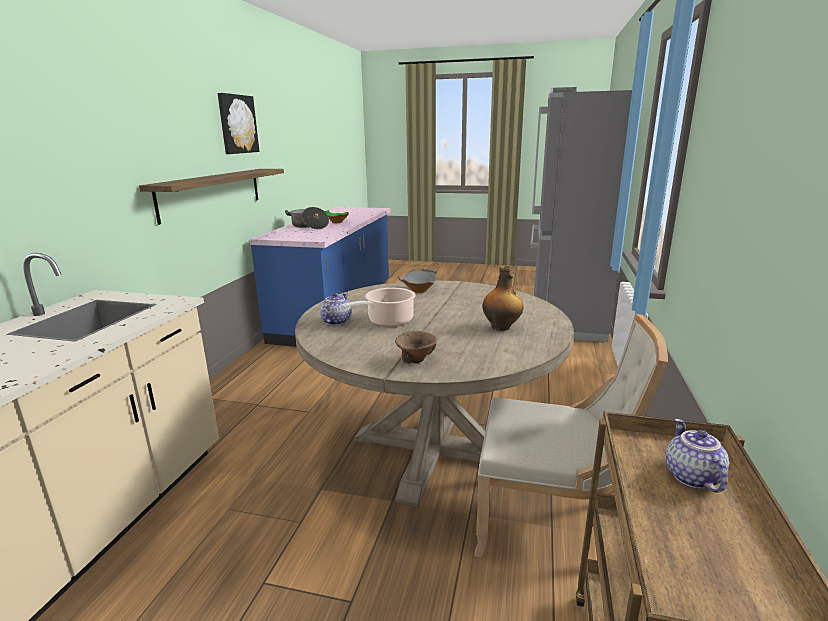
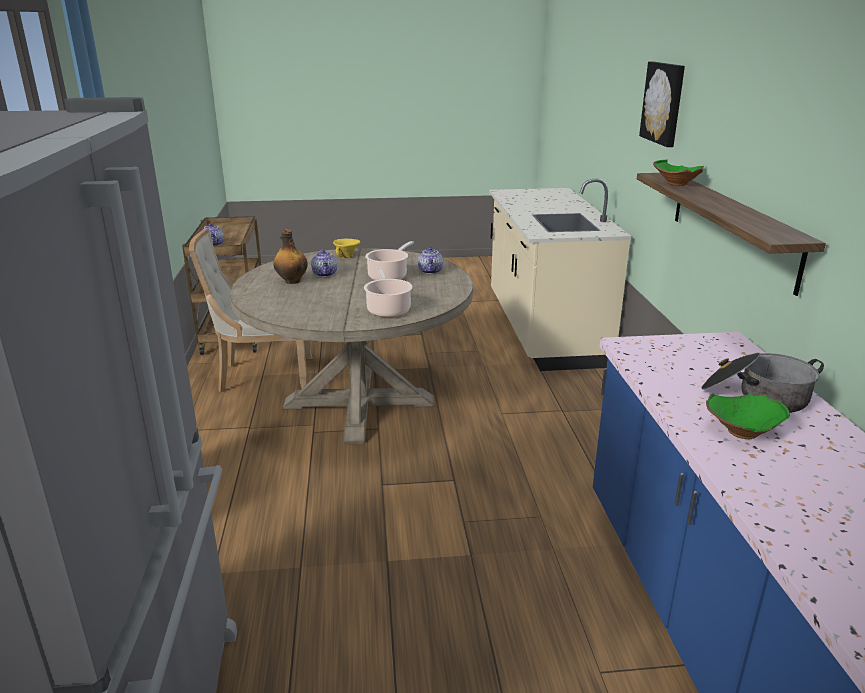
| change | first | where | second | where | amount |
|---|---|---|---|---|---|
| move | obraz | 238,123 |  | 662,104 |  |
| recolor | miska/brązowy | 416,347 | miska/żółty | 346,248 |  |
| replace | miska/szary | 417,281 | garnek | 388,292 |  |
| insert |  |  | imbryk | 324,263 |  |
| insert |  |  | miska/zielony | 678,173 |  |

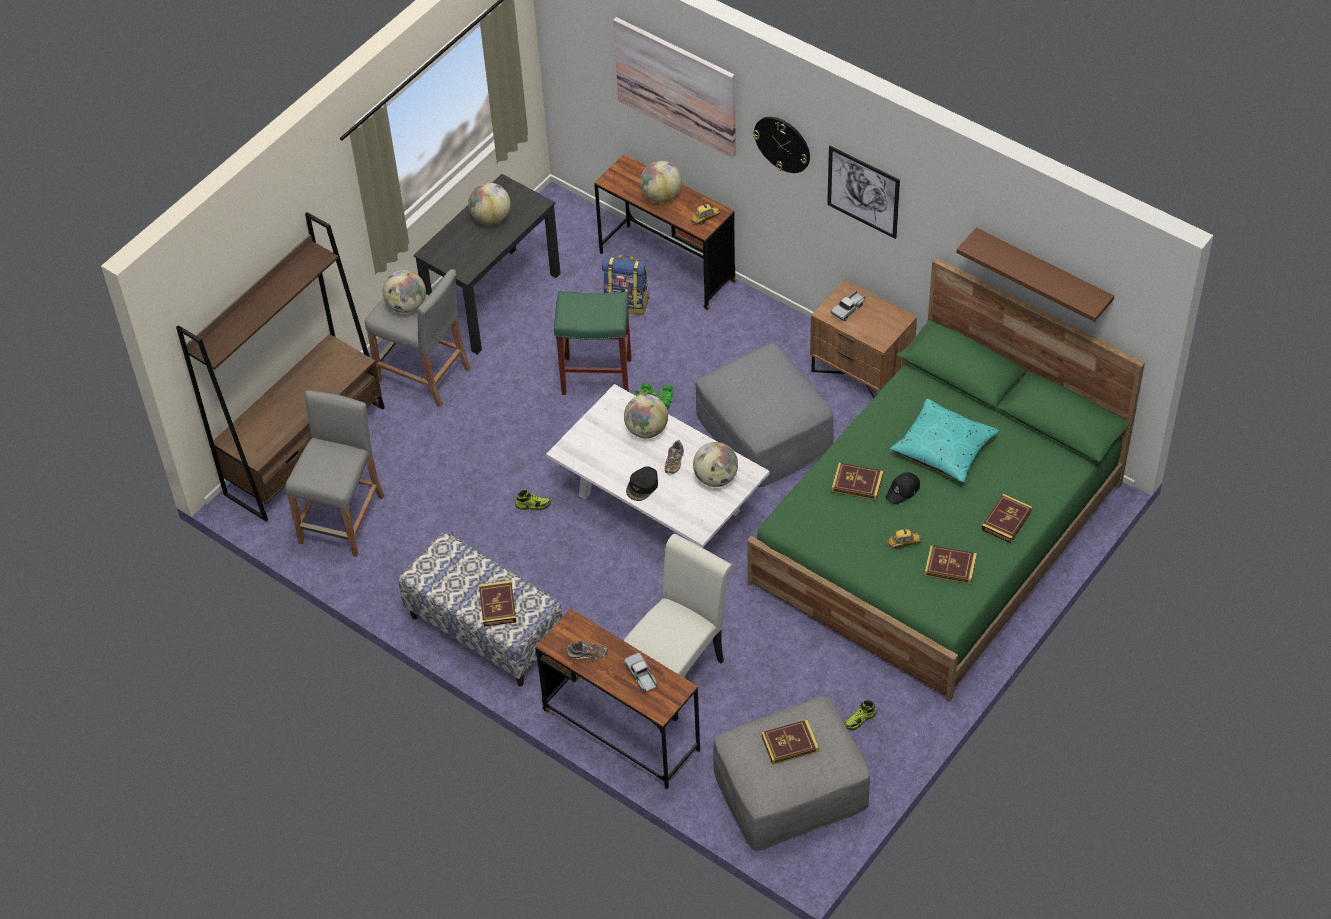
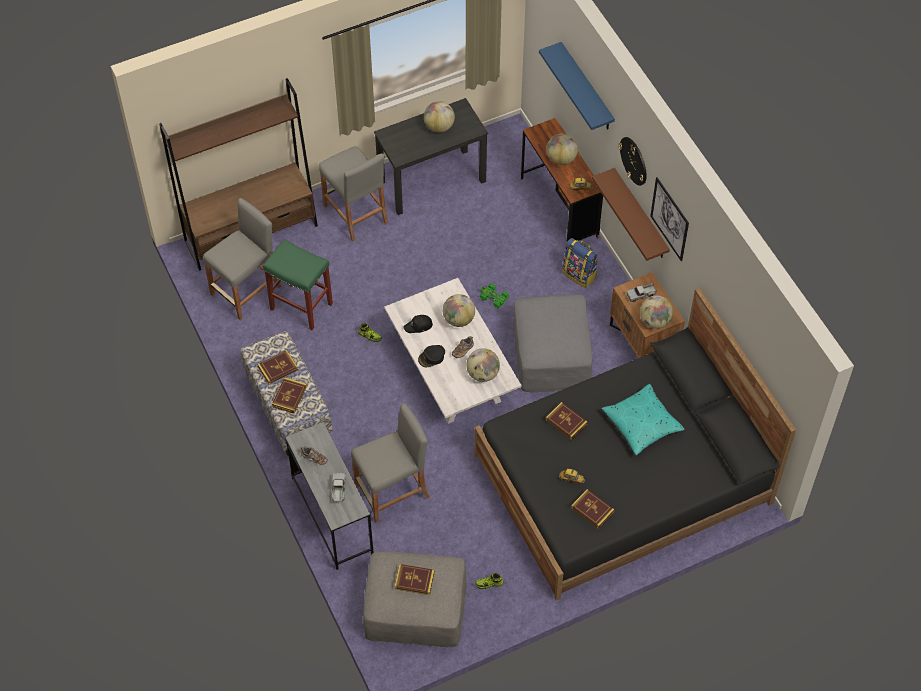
| change | first | where | second | where | amount |
|---|---|---|---|---|---|
| move | globus | 404,291 |  | 656,312 |  |
| recolor | biurko/brązowy | 617,698 | biurko/szary | 329,496 |  |
| move | stołek/zielony | 593,343 |  | 298,284 |  |
| move | plecak | 625,284 |  | 580,263 |  |
| replace | obraz | 674,87 | półka/niebieski | 577,86 |  |
| replace | krzesło/biały | 677,627 | stołek/szary | 390,463 |  |
| recolor | łóżko/zielony | 946,479 | łóżko/czarny | 635,443 |  |
| move | czapka z daszkiem/czarny | 903,488 |  | 418,324 |  |
| move | półka/brązowy | 1035,275 |  | 631,214 |  |
| move | książka | 1007,518 |  | 278,367 |  |

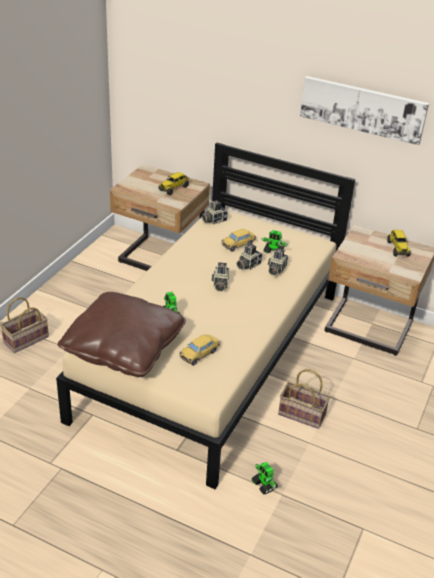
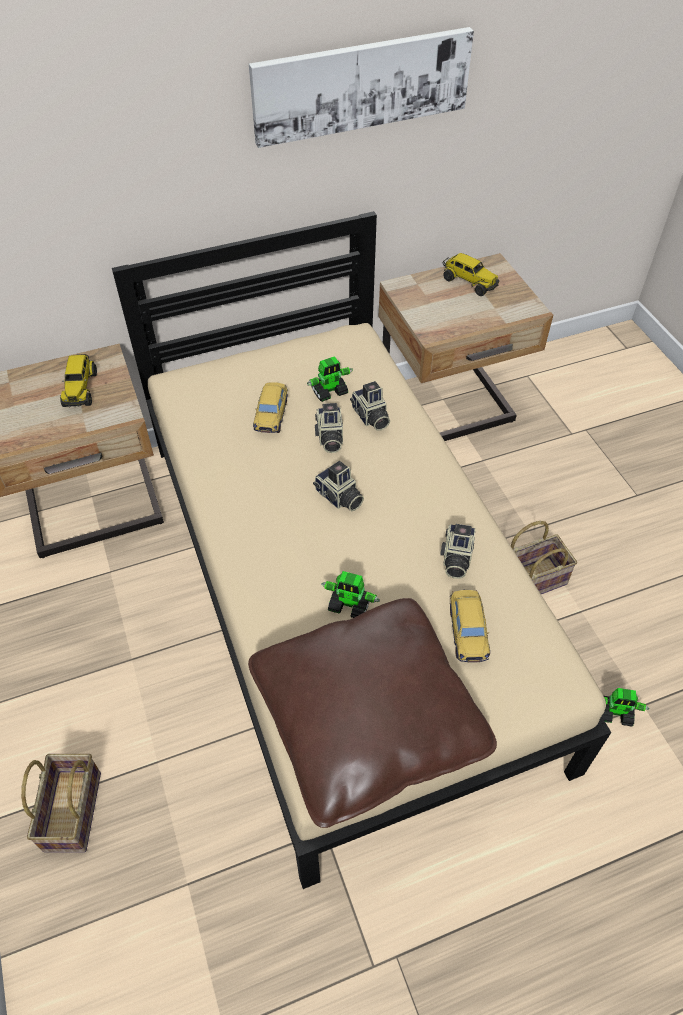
| change | first | where | second | where | amount |
|---|---|---|---|---|---|
| move | aparat fotograficzny | 215,212 |  | 458,551 |  |

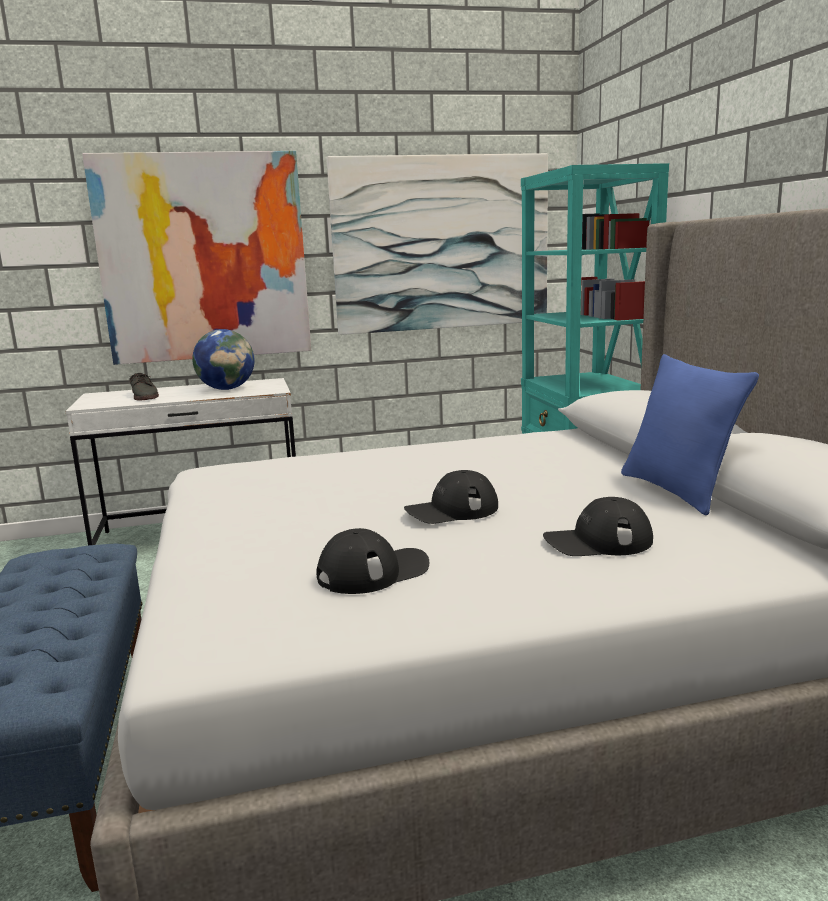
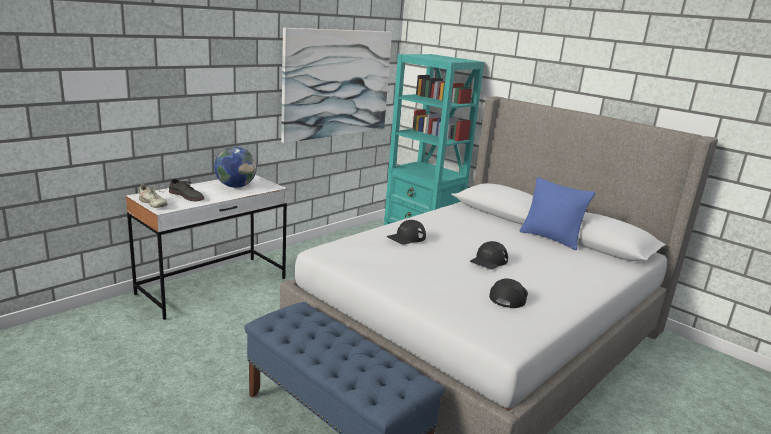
| change | first | where | second | where | amount |
|---|---|---|---|---|---|
| delete | obraz | 196,258 |  |  |  |
| move | czapka z daszkiem/czarny | 598,526 |  | 406,232 |  |
| insert |  |  | but/beżowy | 151,196 |  |

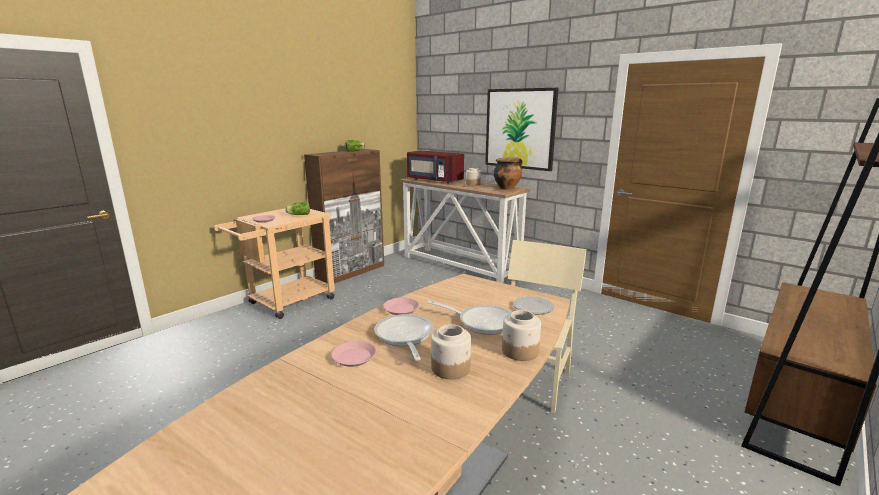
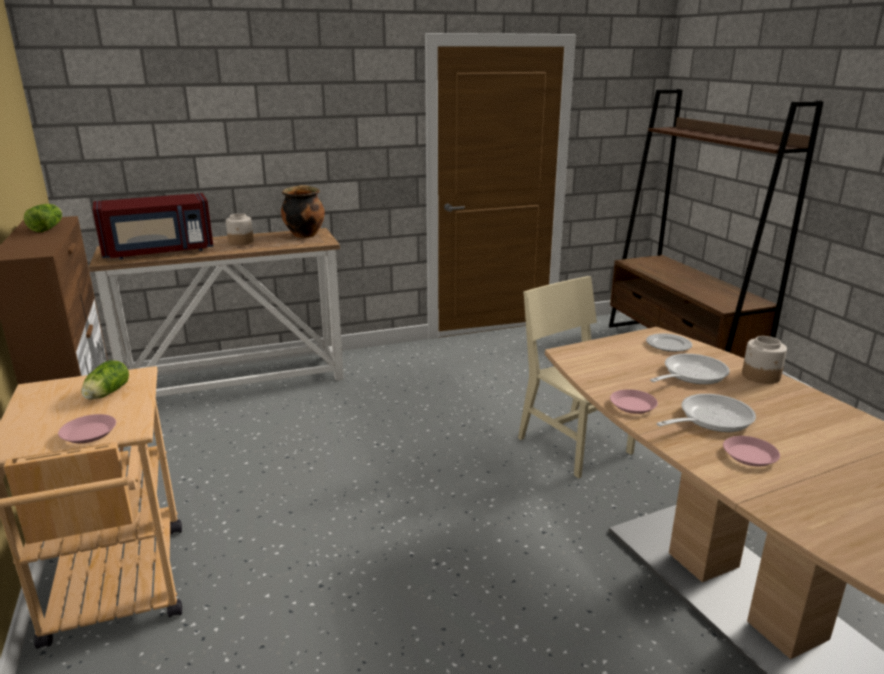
| change | first | where | second | where | amount |
|---|---|---|---|---|---|
| rotate | patelnia | 403,337 |  | 706,413 | 135 degrees clockwise |
| delete | słoik | 451,351 |  |  |  |
| delete | obraz | 522,129 |  |  |  |

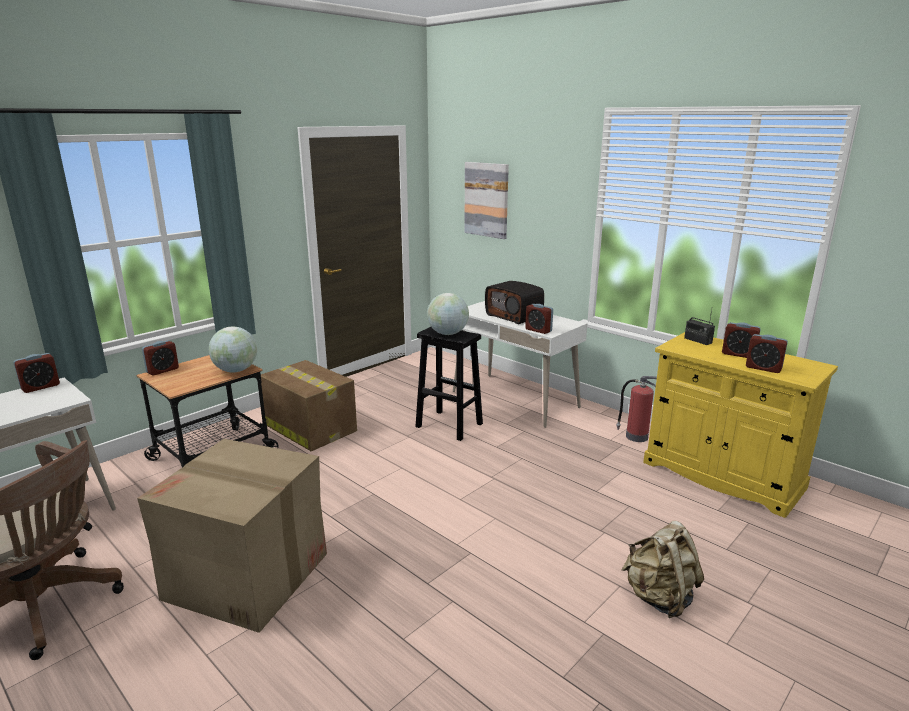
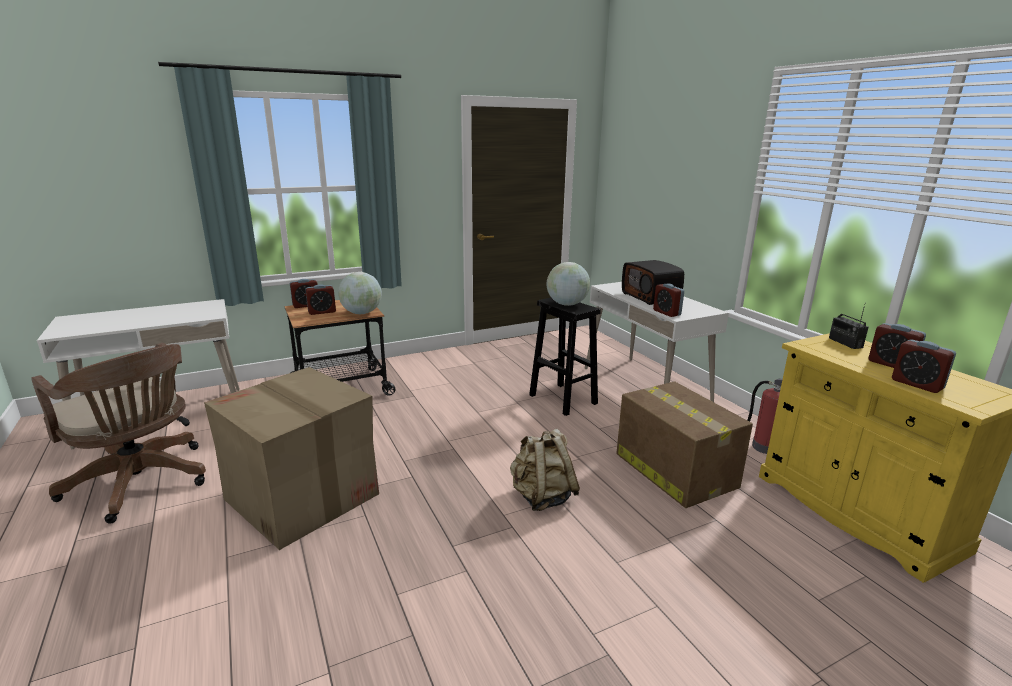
| change | first | where | second | where | amount |
|---|---|---|---|---|---|
| move | budzik | 36,373 |  | 320,299 |  |
| move | karton | 309,405 |  | 684,445 |  |
| delete | obraz | 486,200 |  |  |  |
| move | plecak/beżowy | 662,569 |  | 545,470 |  |

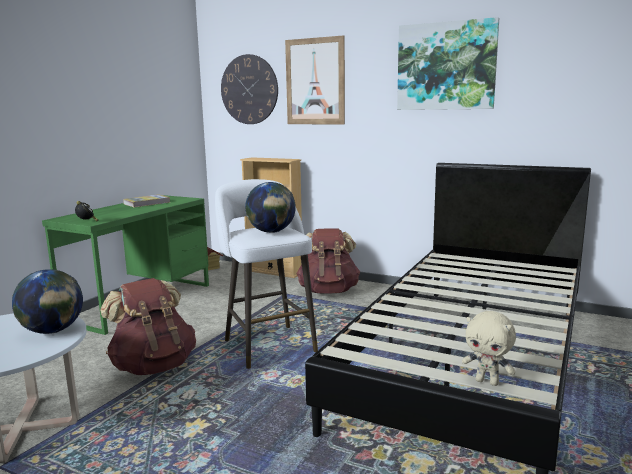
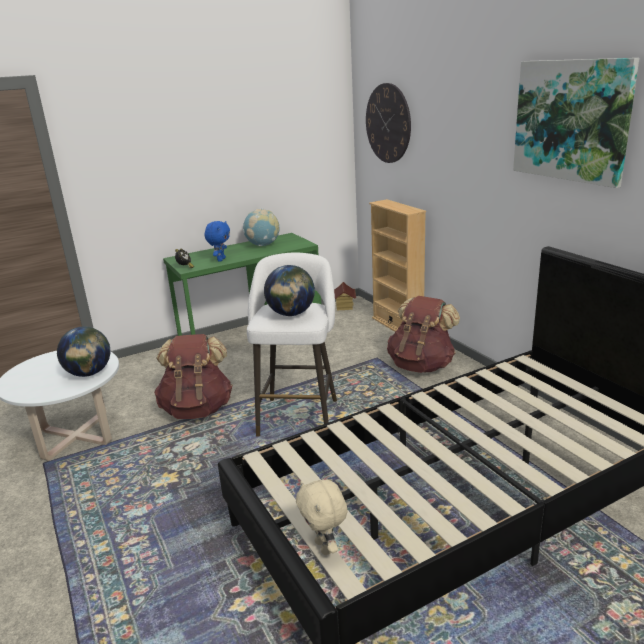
| change | first | where | second | where | amount |
|---|---|---|---|---|---|
| replace | książka | 146,200 | globus | 261,227 |  |
| delete | obraz | 315,79 |  |  |  |
| insert |  |  | pluszak/niebieski | 217,241 |  |

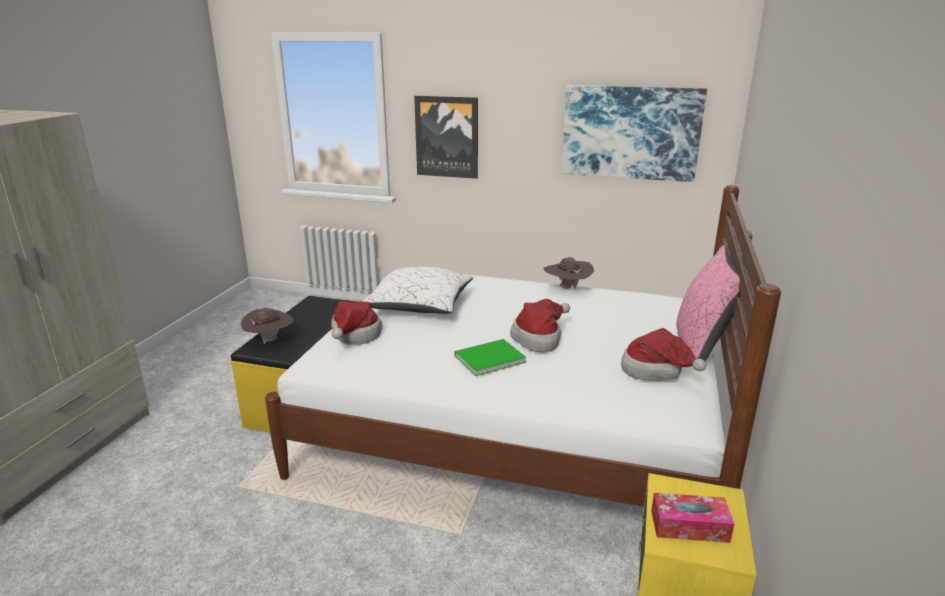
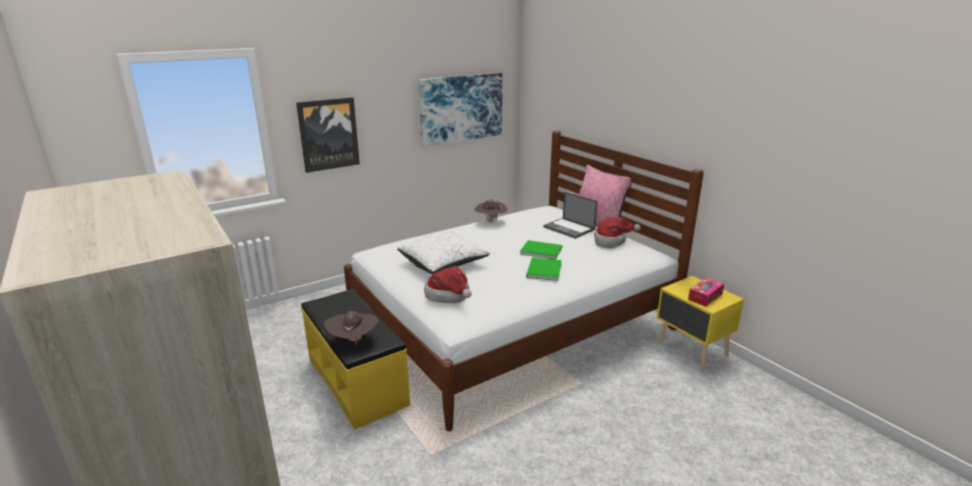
| change | first | where | second | where | amount |
|---|---|---|---|---|---|
| replace | kapelusz | 540,325 | książka/zielony | 541,250 |  |
| insert |  |  | laptop | 570,215 |  |

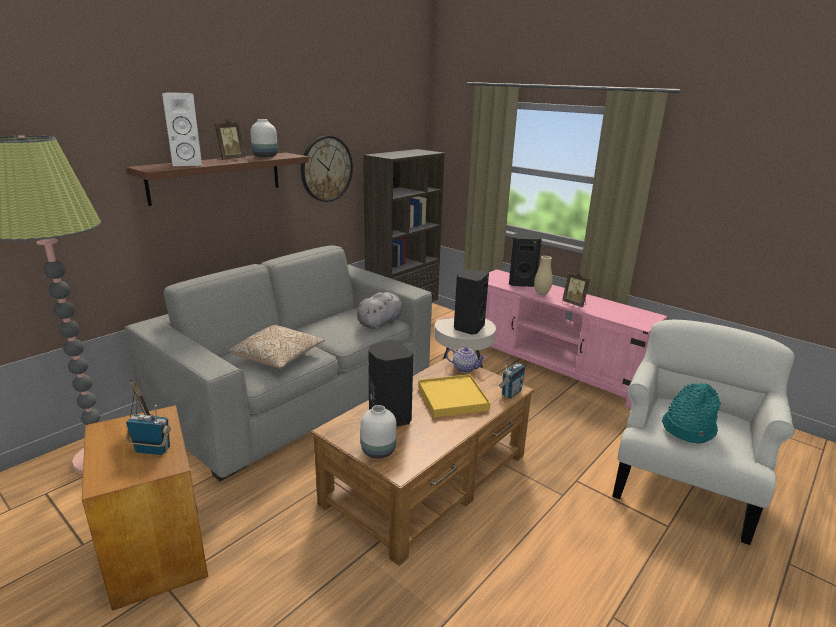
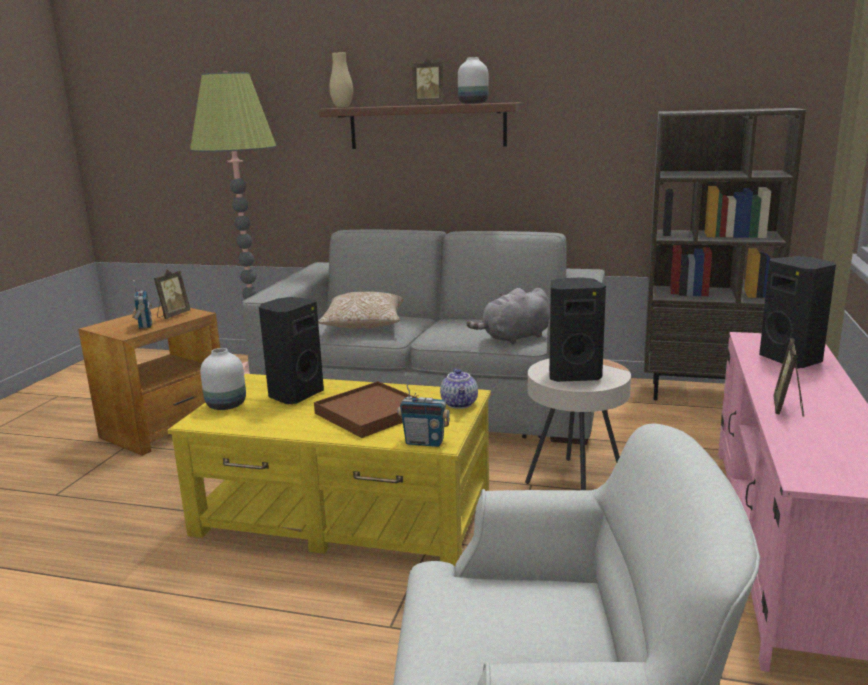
| change | first | where | second | where | amount |
|---|---|---|---|---|---|
| delete | głośnik/biały | 182,129 |  |  |  |
| delete | zegar ścienny | 327,169 |  |  |  |
| recolor | ława/brązowy | 422,460 | ława/żółty | 329,470 |  |
| rotate | pluszak/szary | 380,311 |  | 508,316 | 135 degrees clockwise |
| recolor | taca/żółty | 454,396 | taca/brązowy | 364,409 |  |
| move | wazon/beżowy | 543,275 |  | 341,80 |  |
| delete | kapelusz/turkusowy | 691,413 |  |  |  |

